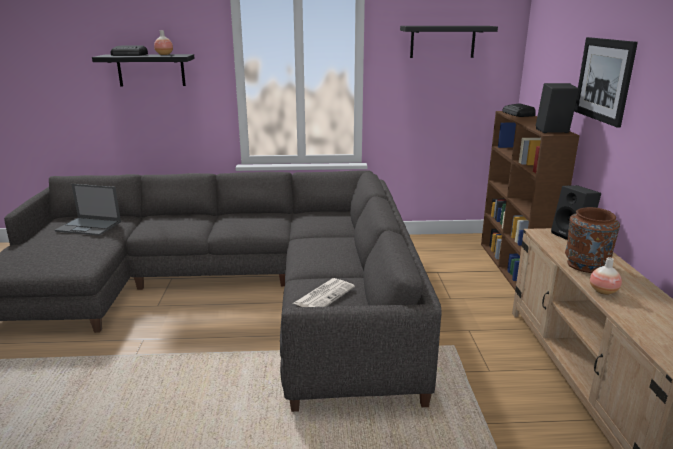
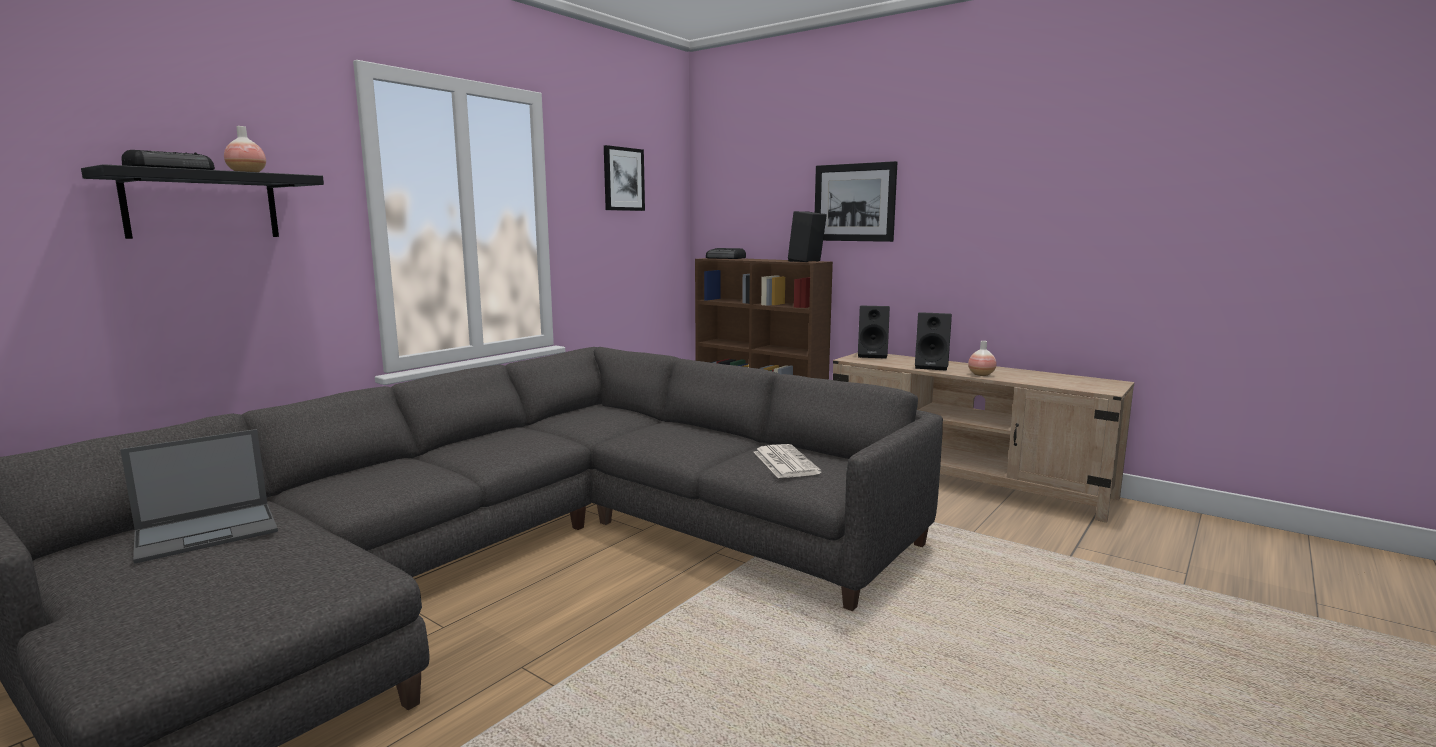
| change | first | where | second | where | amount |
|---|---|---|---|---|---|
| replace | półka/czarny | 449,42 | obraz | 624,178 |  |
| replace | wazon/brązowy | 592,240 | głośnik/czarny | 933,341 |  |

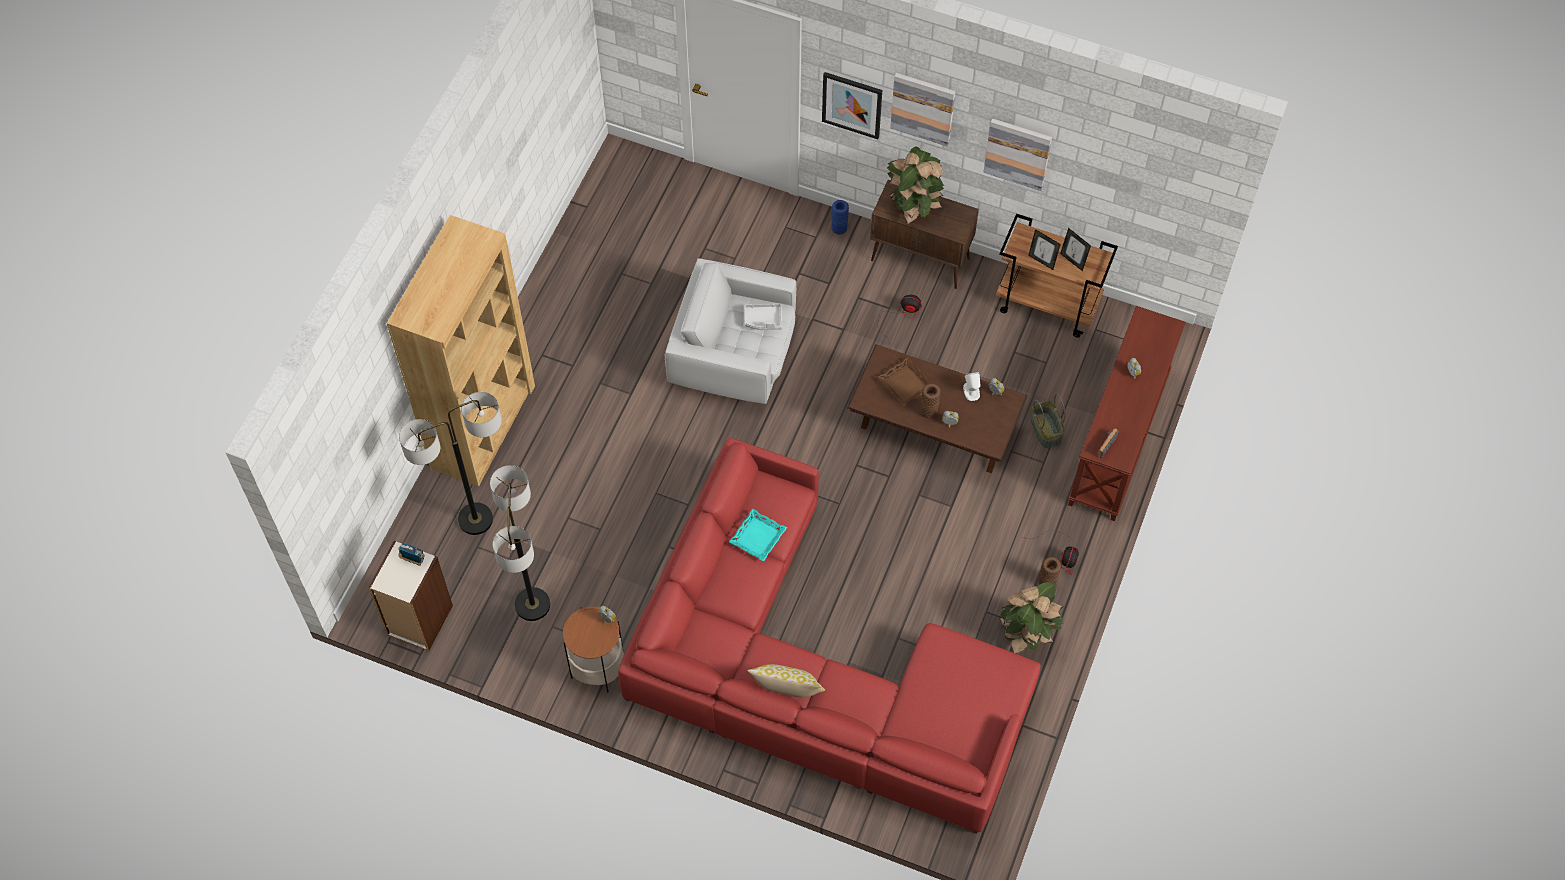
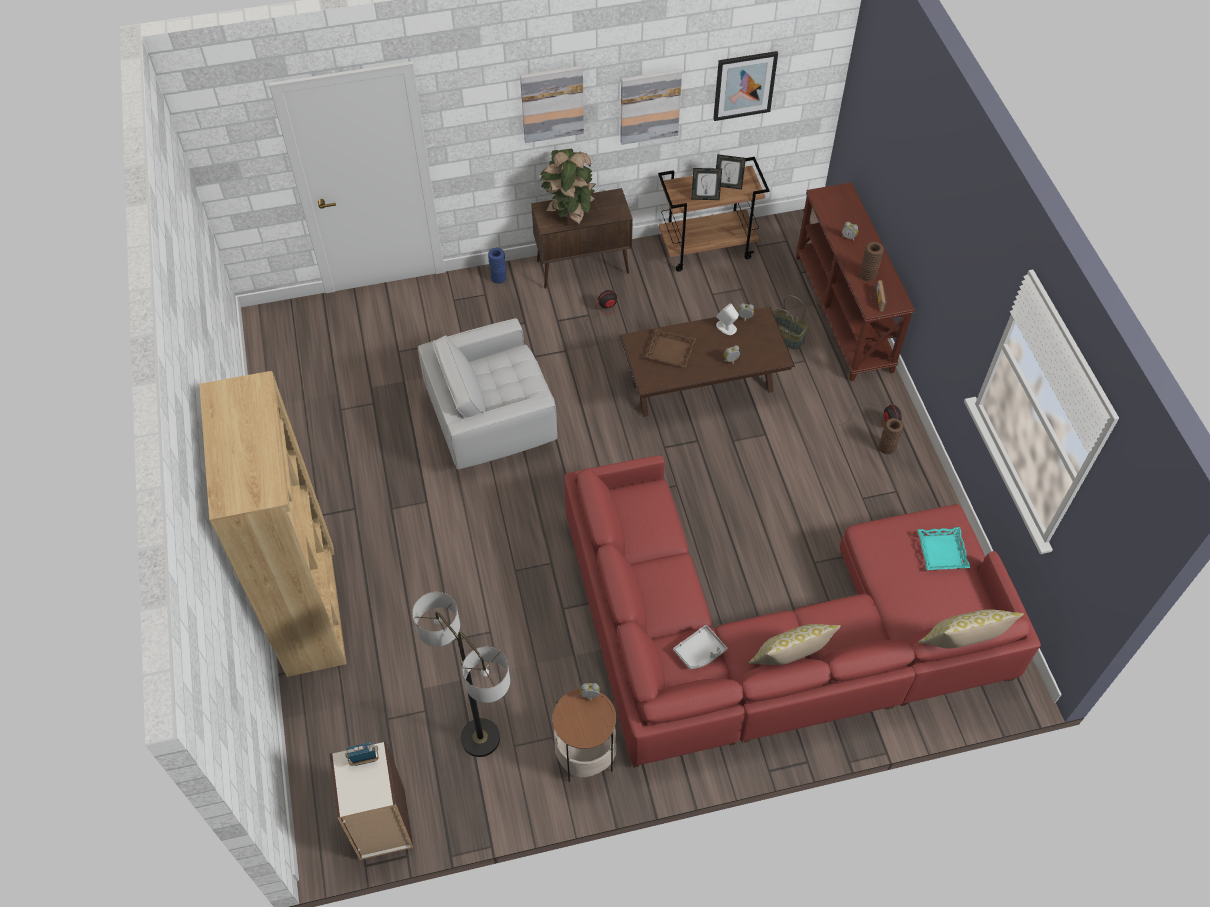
| change | first | where | second | where | amount |
|---|---|---|---|---|---|
| delete | lampa stojąca | 450,463 |  |  |  |
| move | taca/turkusowy | 758,535 |  | 943,548 |  |
| move | taca/szary | 763,317 |  | 700,647 |  |
| move | obraz | 852,105 |  | 745,86 |  |
| move | wazon/brązowy | 930,401 |  | 872,262 |  |
| delete | roślina doniczkowa | 1031,618 |  |  |  |
| insert |  |  | poduszka | 971,628 |  |

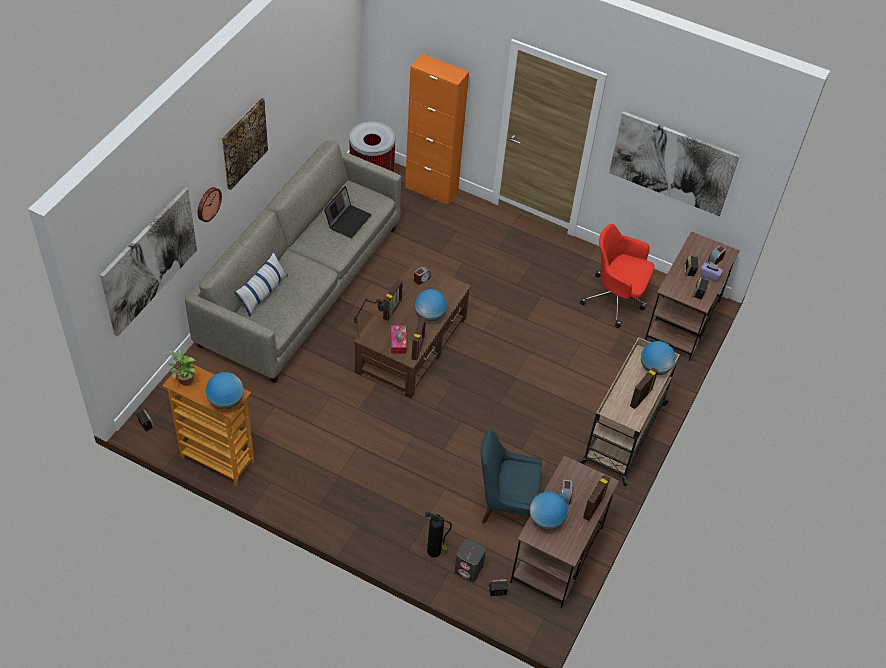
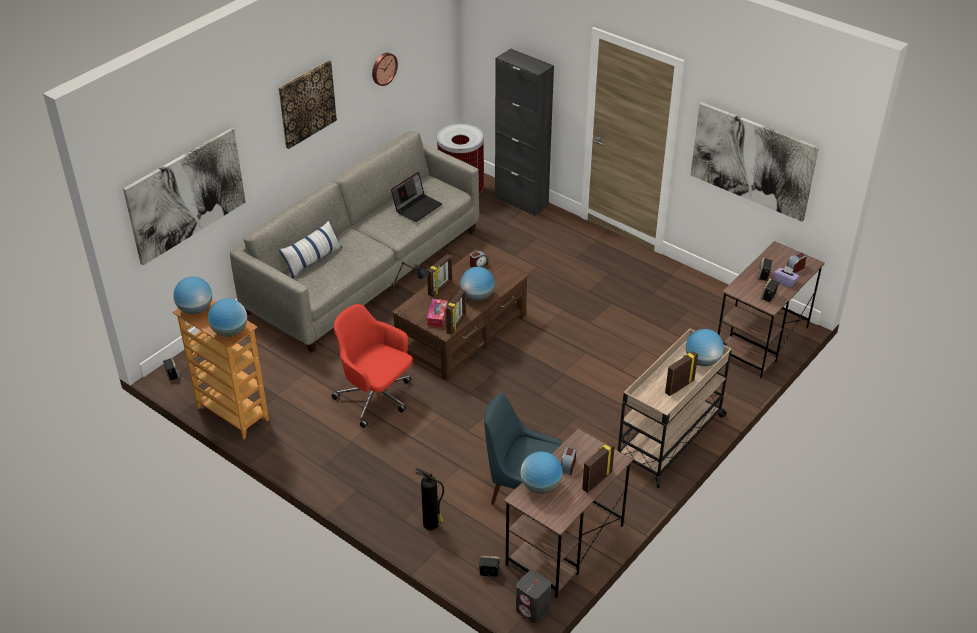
| change | first | where | second | where | amount |
|---|---|---|---|---|---|
| replace | roślina doniczkowa | 182,367 | globus | 192,296 |  |
| move | zegar ścienny | 210,204 |  | 385,69 |  |
| recolor | szafka/pomarańczowy | 437,130 | szafka/czarny | 524,132 |  |
| move | głośnik/szary | 470,560 |  | 533,596 |  |
| move | krzesło biurowe/czerwony | 617,276 |  | 372,366 |  |

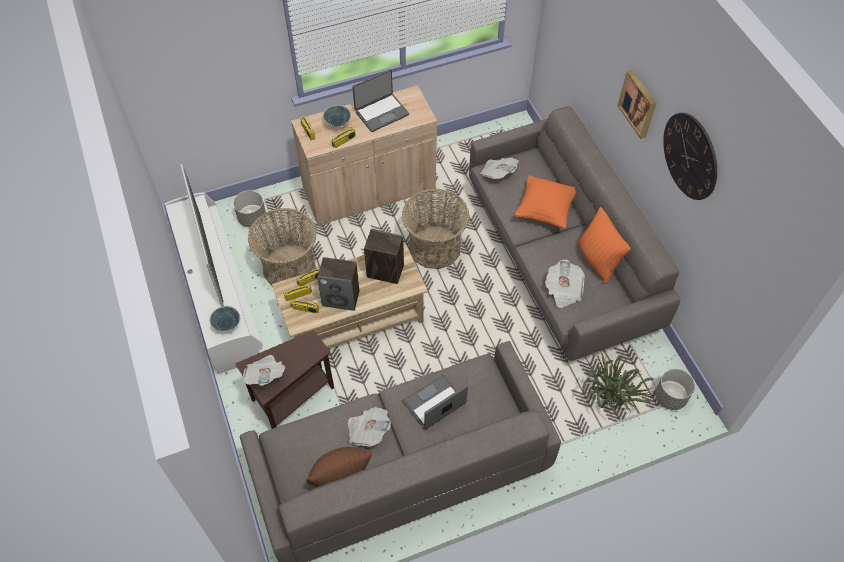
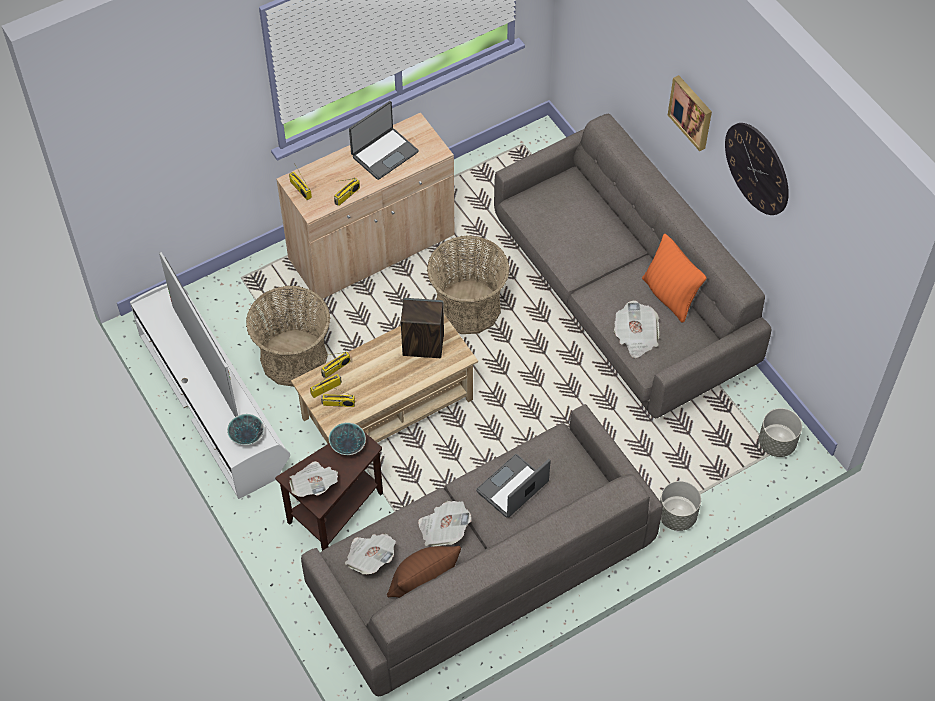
| change | first | where | second | where | amount |
|---|---|---|---|---|---|
| move | donica/szary | 249,208 |  | 680,506 |  |
| delete | głośnik | 338,284 |  |  |  |
| move | miska | 337,116 |  | 347,438 |  |
| move | gazeta | 499,168 |  | 370,554 |  |
| delete | poduszka/pomarańczowy | 545,201 |  |  |  |
| delete | roślina doniczkowa | 618,382 |  |  |  |

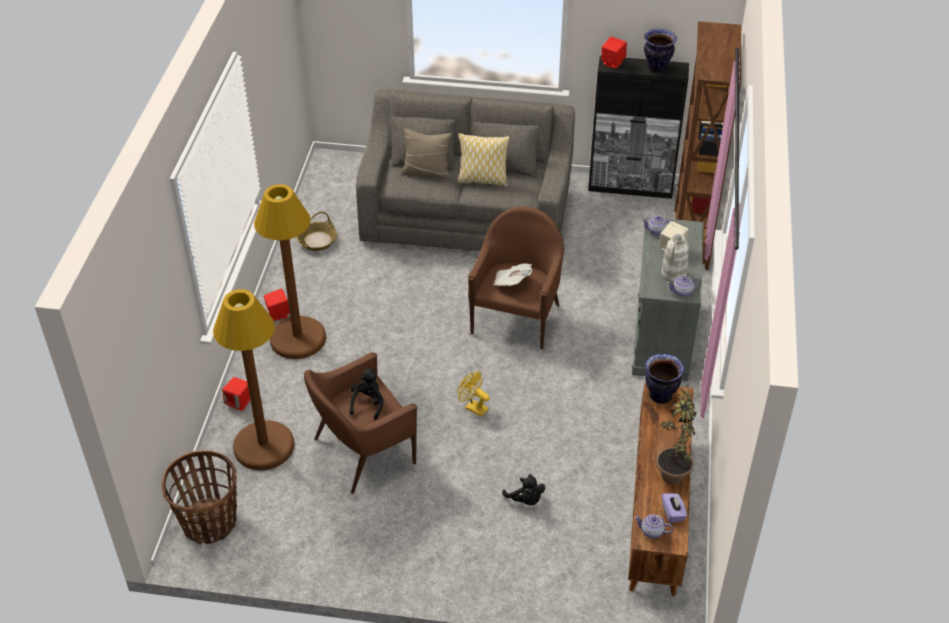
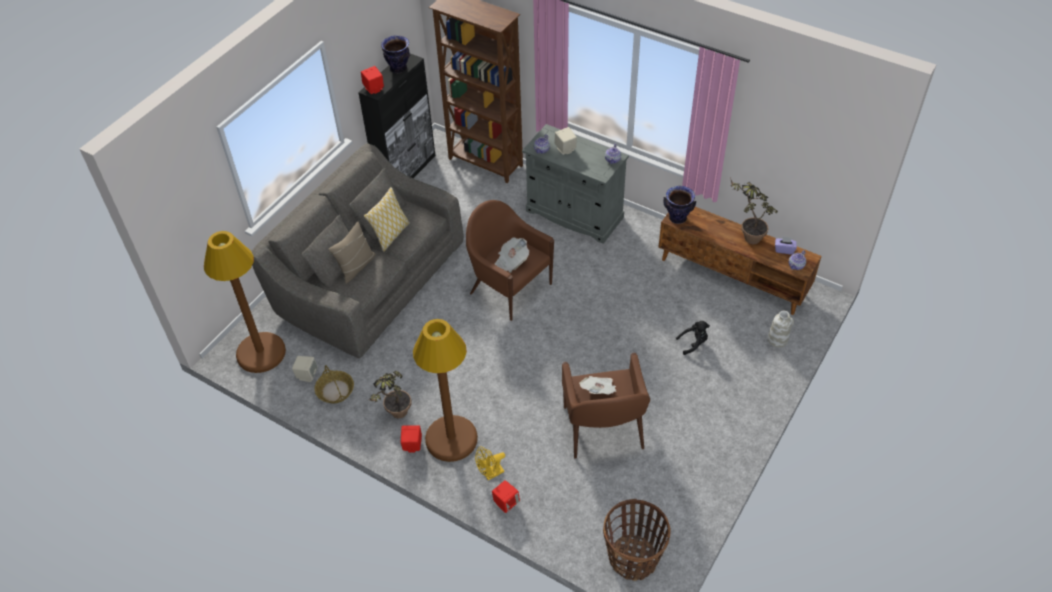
| change | first | where | second | where | amount |
|---|---|---|---|---|---|
| move | lampa stojąca/brązowy | 253,379 |  | 245,302 |  |
| replace | pluszak/czarny | 367,393 | gazeta | 598,385 |  |
| move | wentylator/żółty | 473,394 |  | 490,463 |  |
| move | wazon/biały | 675,257 |  | 781,329 |  |
| insert |  |  | głośnik/beżowy | 305,369 |  |
| insert |  |  | roślina doniczkowa | 390,394 |  |

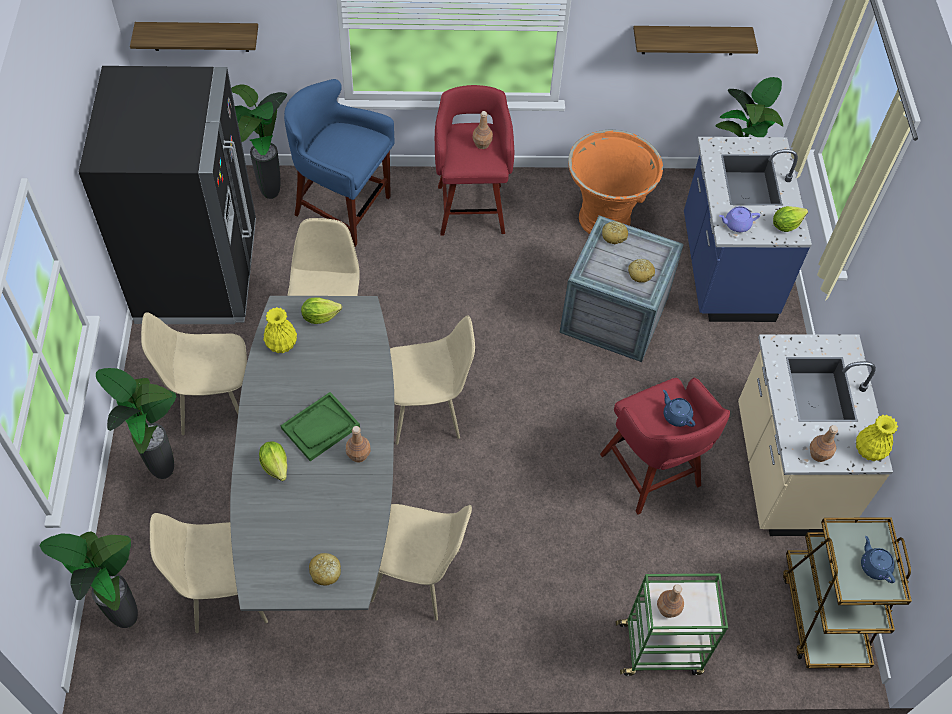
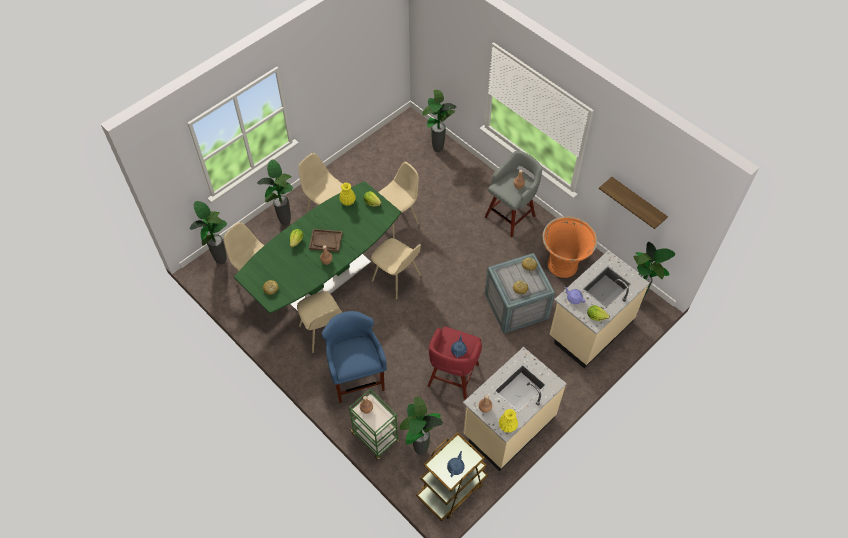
| change | first | where | second | where | amount |
|---|---|---|---|---|---|
| delete | lodówka/czarny | 167,195 |  |  |  |
| delete | półka | 194,37 |  |  |  |
| recolor | stół jadalny/szary | 312,453 | stół jadalny/zielony | 318,247 |  |
| recolor | taca/zielony | 320,426 | taca/brązowy | 326,240 |  |
| move | stołek/niebieski | 339,163 |  | 354,357 |  |
| recolor | stołek/czerwony | 474,160 | stołek/szary | 513,194 |  |
| recolor | zabudowa kuchenna/niebieski | 748,229 | zabudowa kuchenna/beżowy | 600,309 |  |
| insert |  |  | roślina doniczkowa | 421,426 |  |

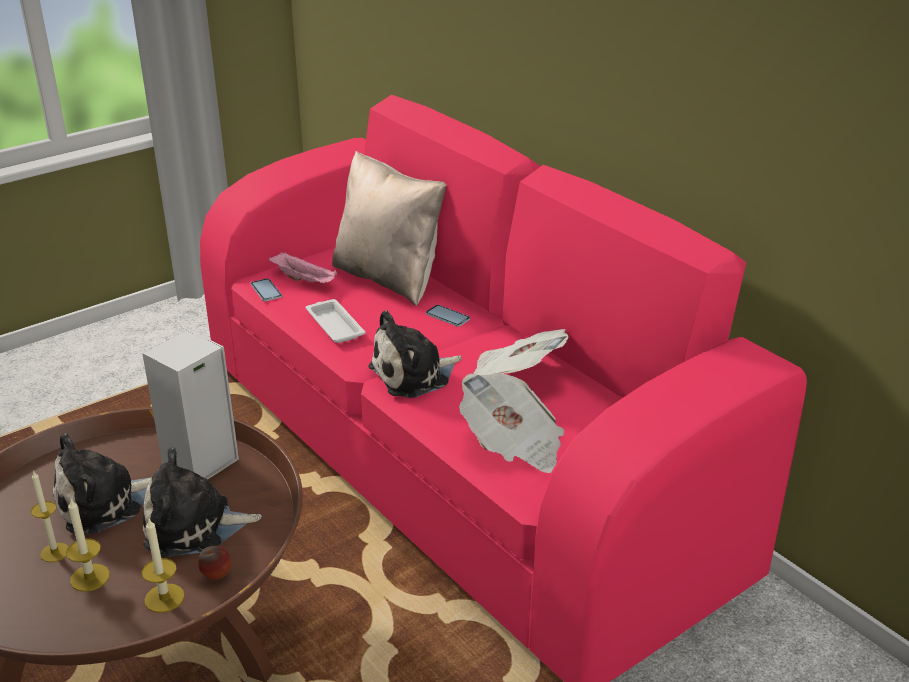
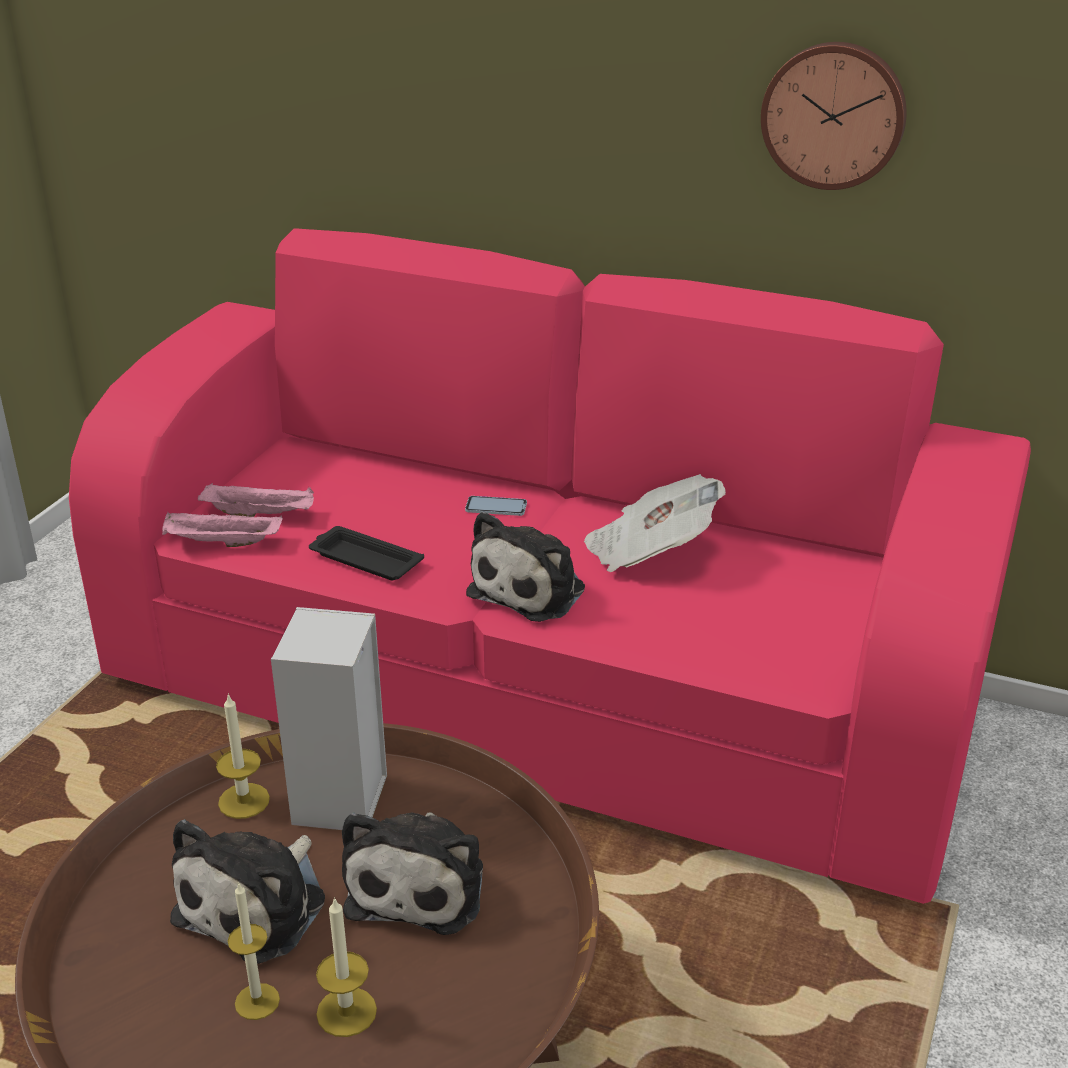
| change | first | where | second | where | amount |
|---|---|---|---|---|---|
| rotate | pluszak | 202,501 |  | 412,873 | 45 degrees counterclockwise |
| move | świeca | 163,566 |  | 243,756 |  |
| delete | jabłko | 214,562 |  |  |  |
| replace | telefon | 266,289 | taca/różowy | 222,530 |  |
| recolor | taca/biały | 335,321 | taca/czarny | 366,553 |  |
| delete | poduszka/beżowy | 389,228 |  |  |  |
| delete | gazeta | 511,423 |  |  |  |
| insert |  |  | zegar ścienny | 834,116 |  |

